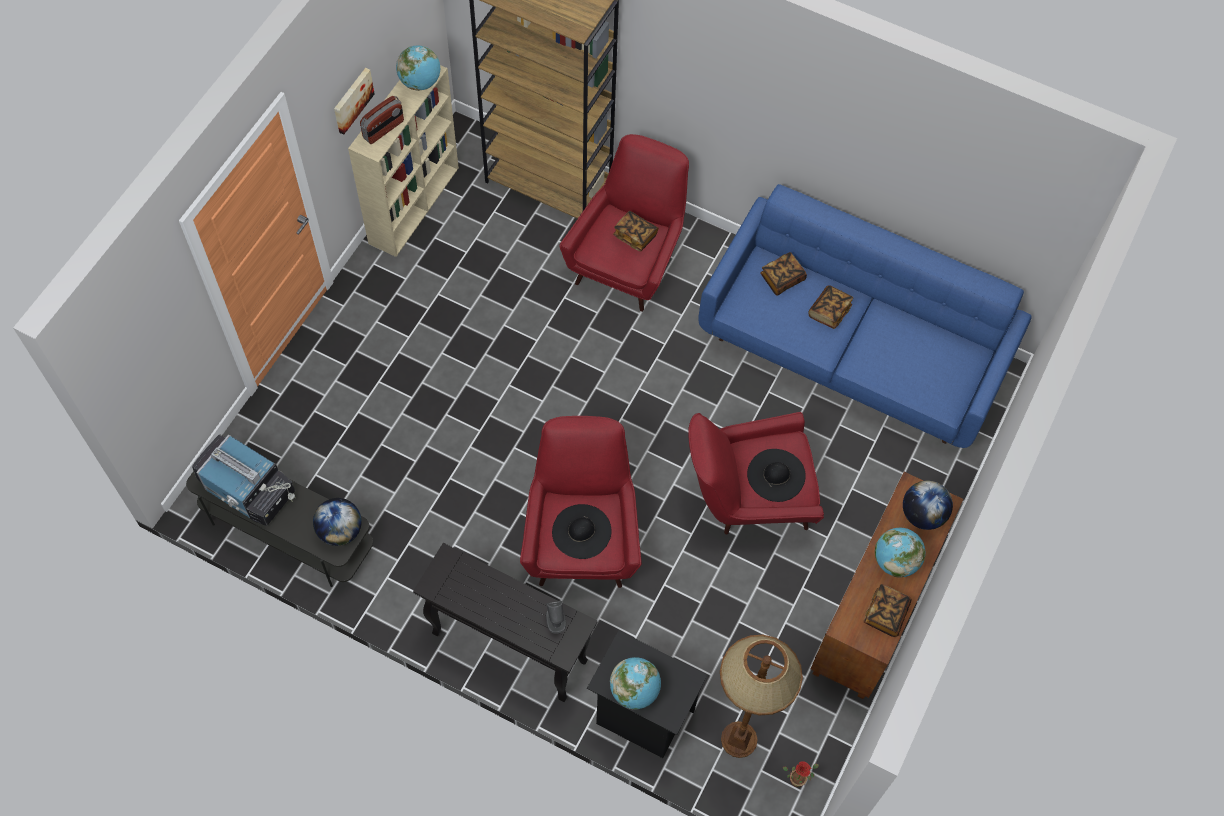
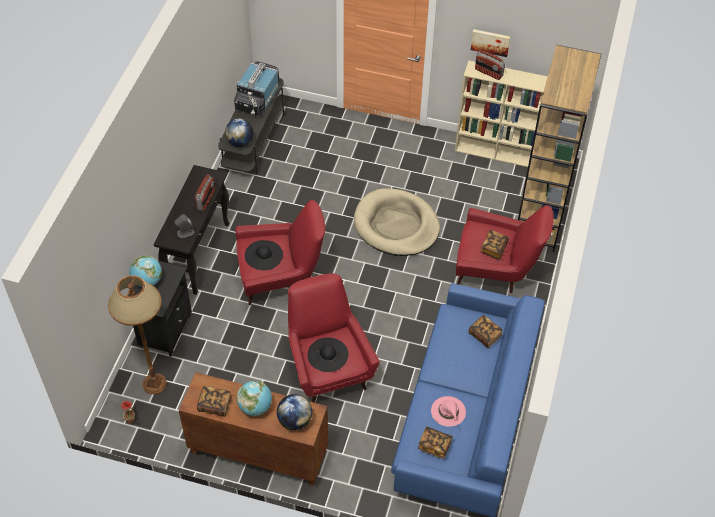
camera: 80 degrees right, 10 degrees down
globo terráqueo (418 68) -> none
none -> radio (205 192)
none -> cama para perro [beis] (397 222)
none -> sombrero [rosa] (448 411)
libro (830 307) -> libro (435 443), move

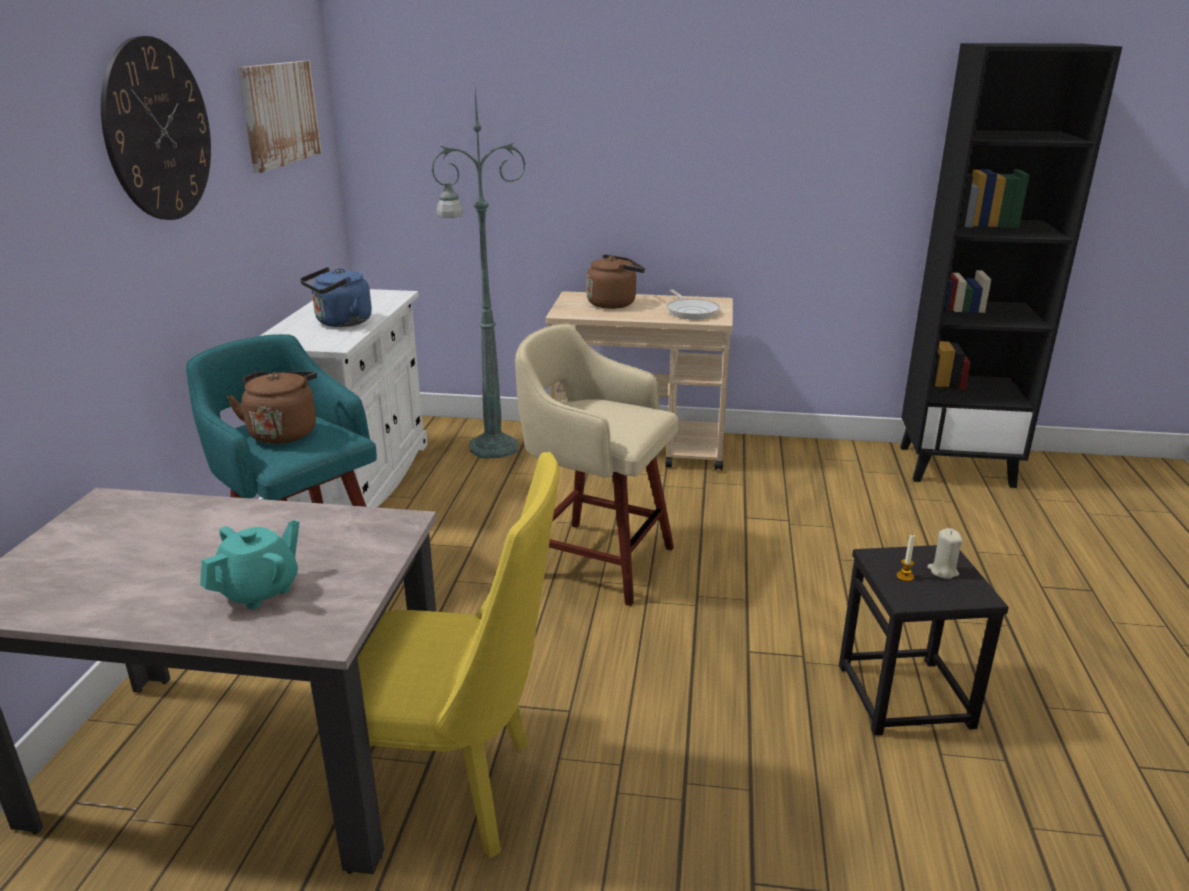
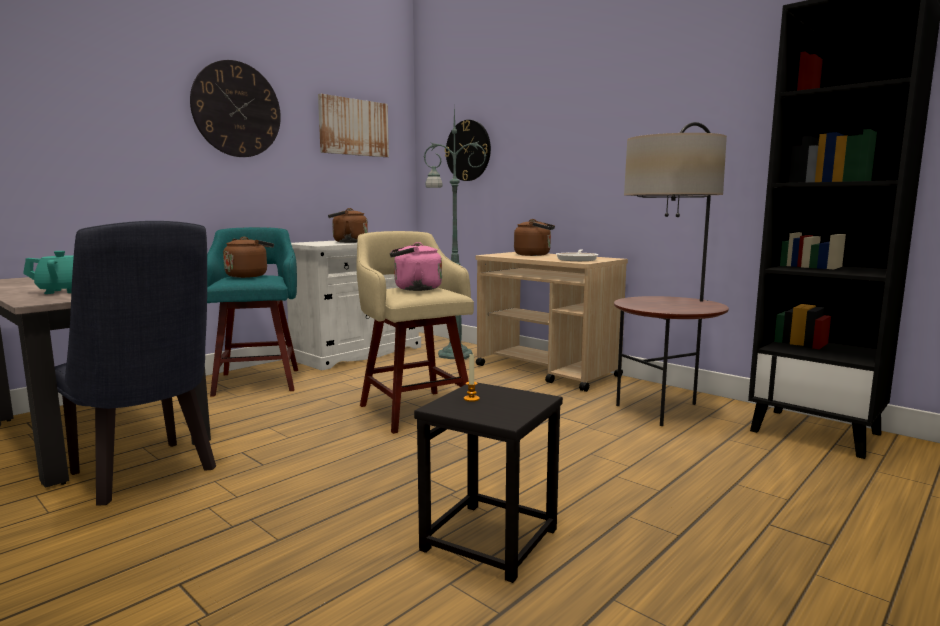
camera: 35 degrees right, 15 degrees down
vela [beis] (945 553) -> none
none -> hervidor [rosa] (416 266)
none -> reloj de pared (468 150)
none -> lámpara de pie (671 274)
hervidor [azul] (336 297) -> hervidor [marrón] (348 225)
silla [amarillo] (458 655) -> silla [azul] (135 363)

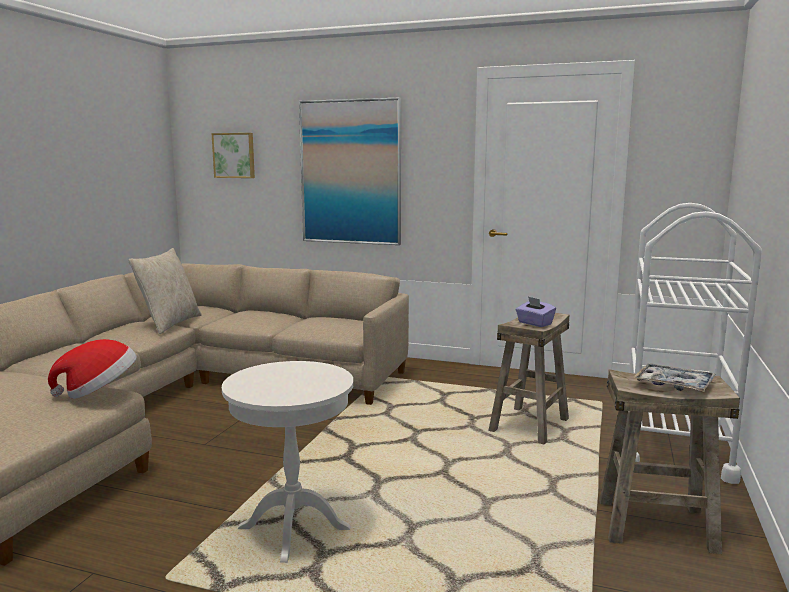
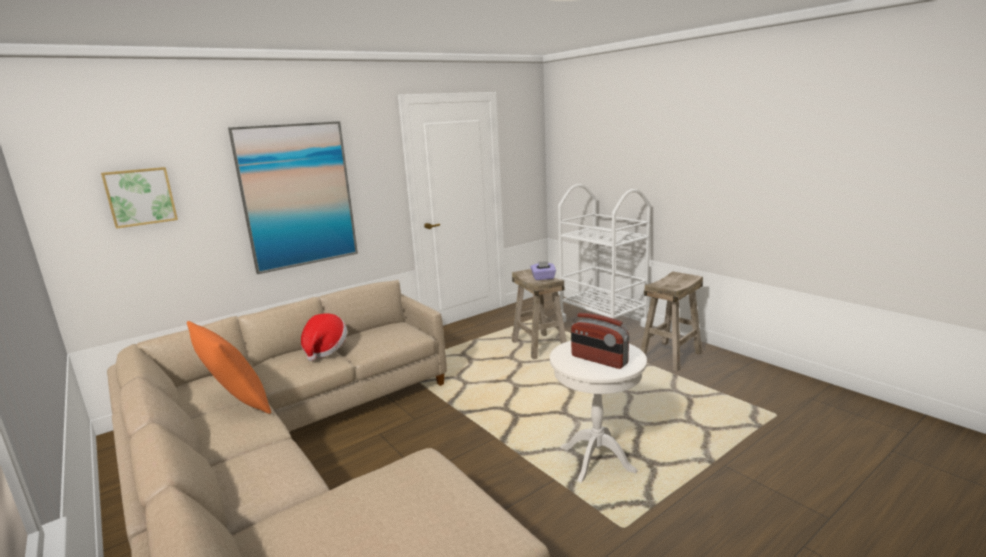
camera: 55 degrees left, 5 degrees up
bandeja (674 377) -> none
none -> radio (600 341)
sombrero (92 369) -> sombrero (324 337), move
cojín [beis] (165 291) -> cojín [naranja] (229 367)

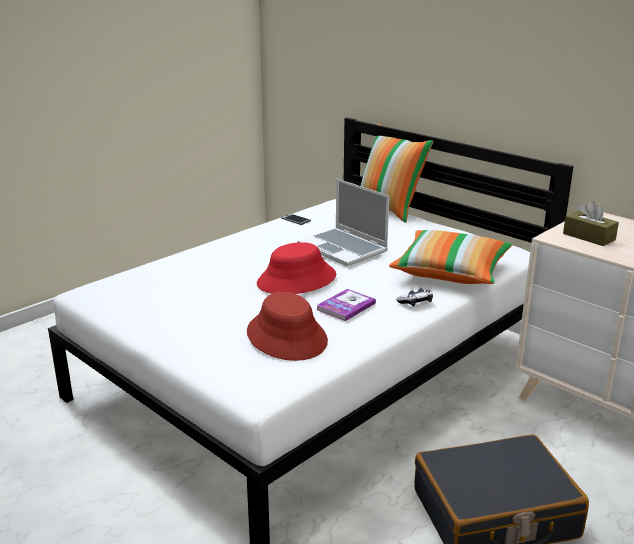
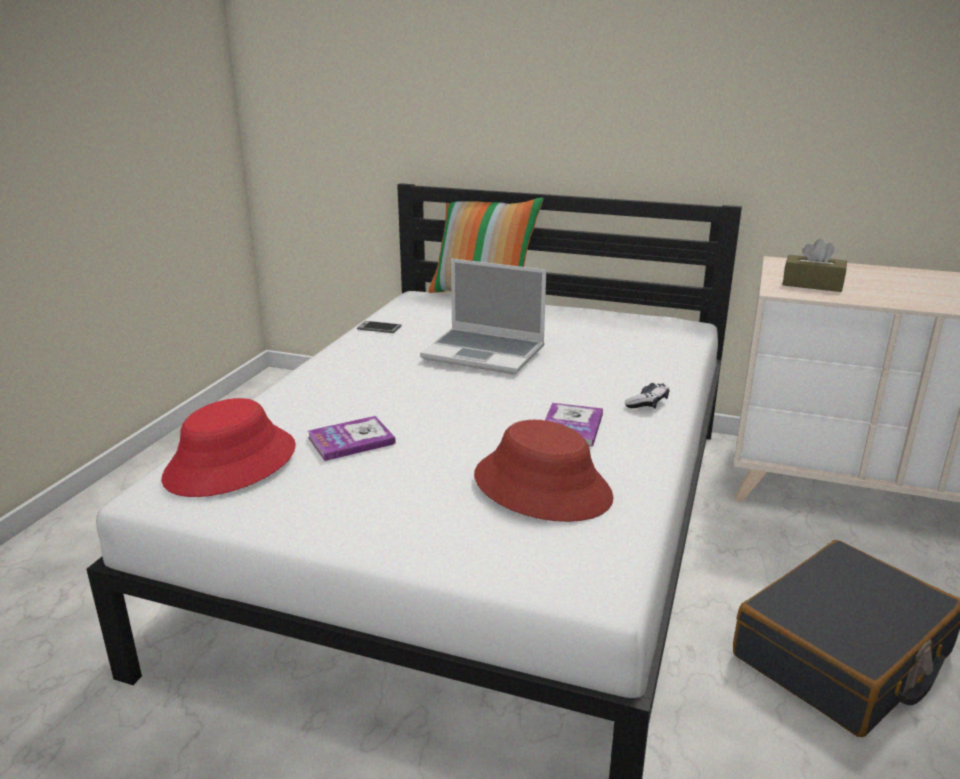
camera: 25 degrees left, 0 degrees up
cojín (450 257) -> none
none -> libro (352 438)
sombrero [rojo] (296 268) -> sombrero [rojo] (228 447), move

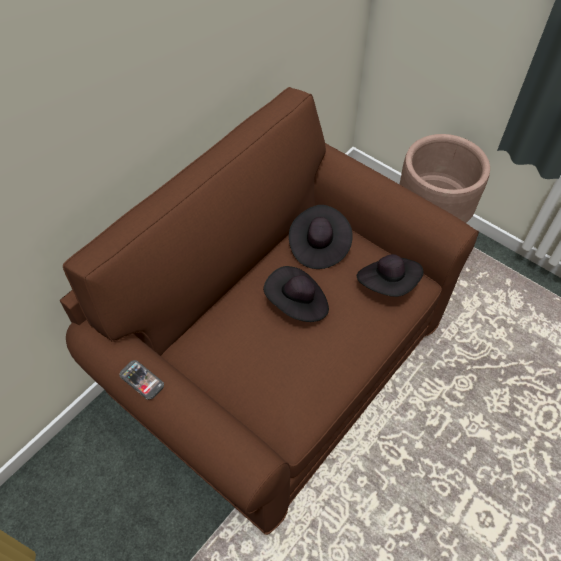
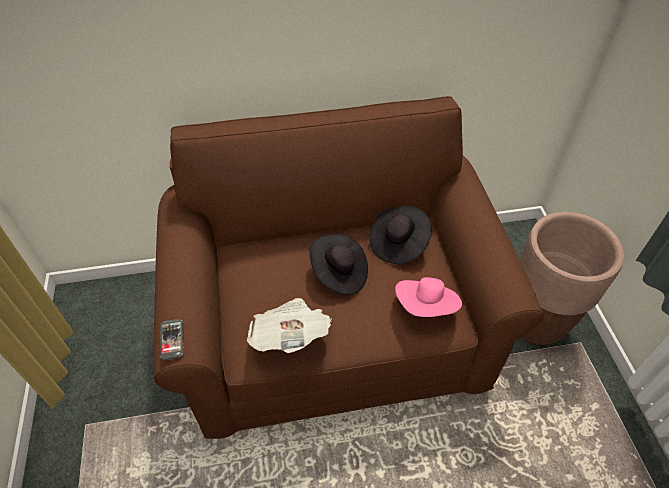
camera: 40 degrees right, 5 degrees down
none -> periódico (289 325)
móvil (142 380) -> móvil (172 339), move
sombrero [negro] (390 275) -> sombrero [rosa] (428 297)

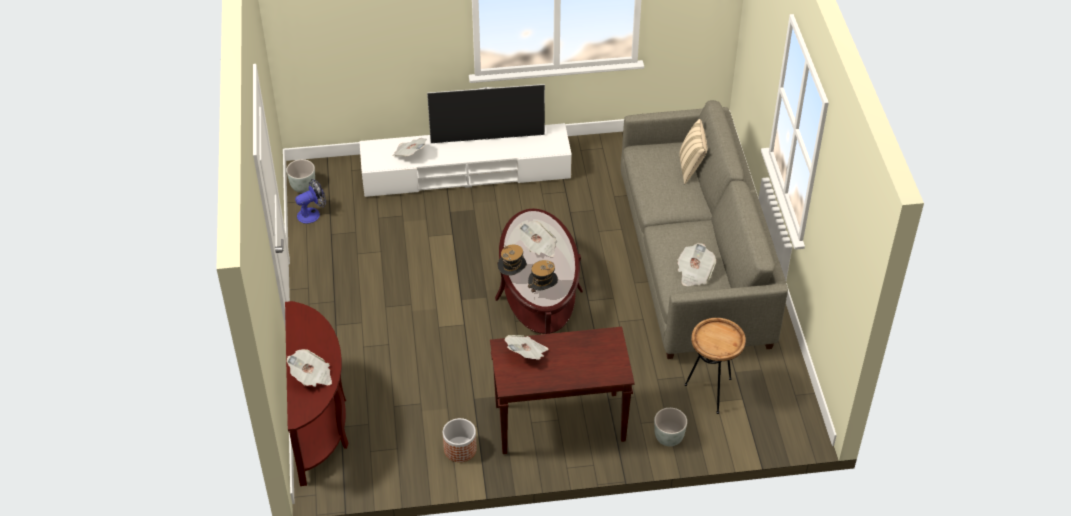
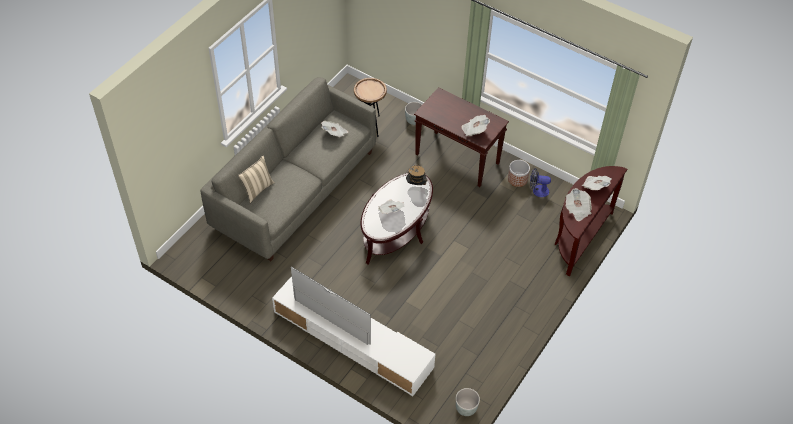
camera: 140 degrees left, 5 degrees up
sombrero (512 260) -> none
ventilador (310 201) -> ventilador (540 182), move
periódico (410 147) -> periódico (579 204), move

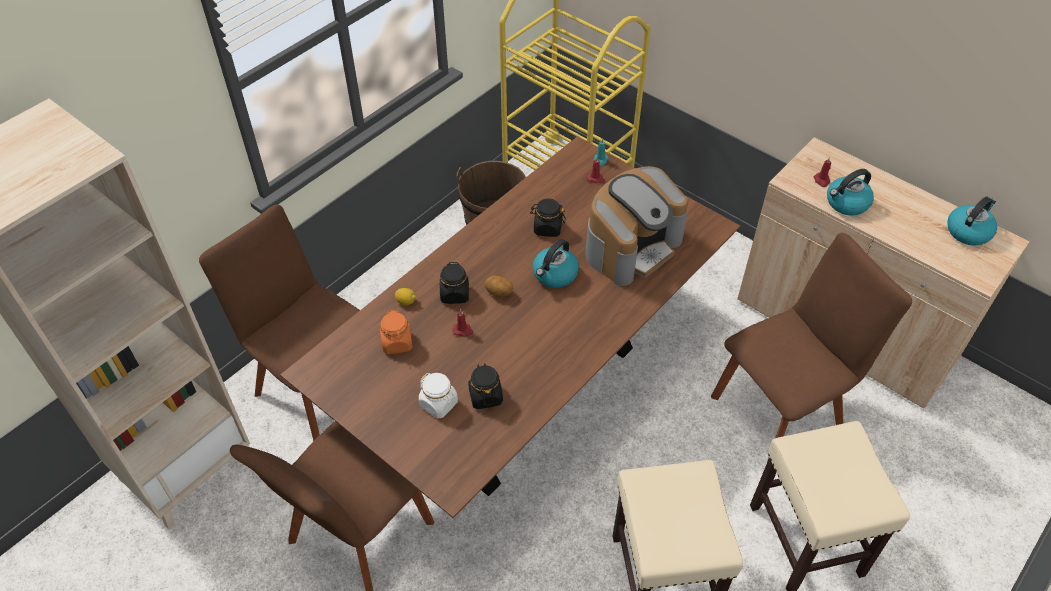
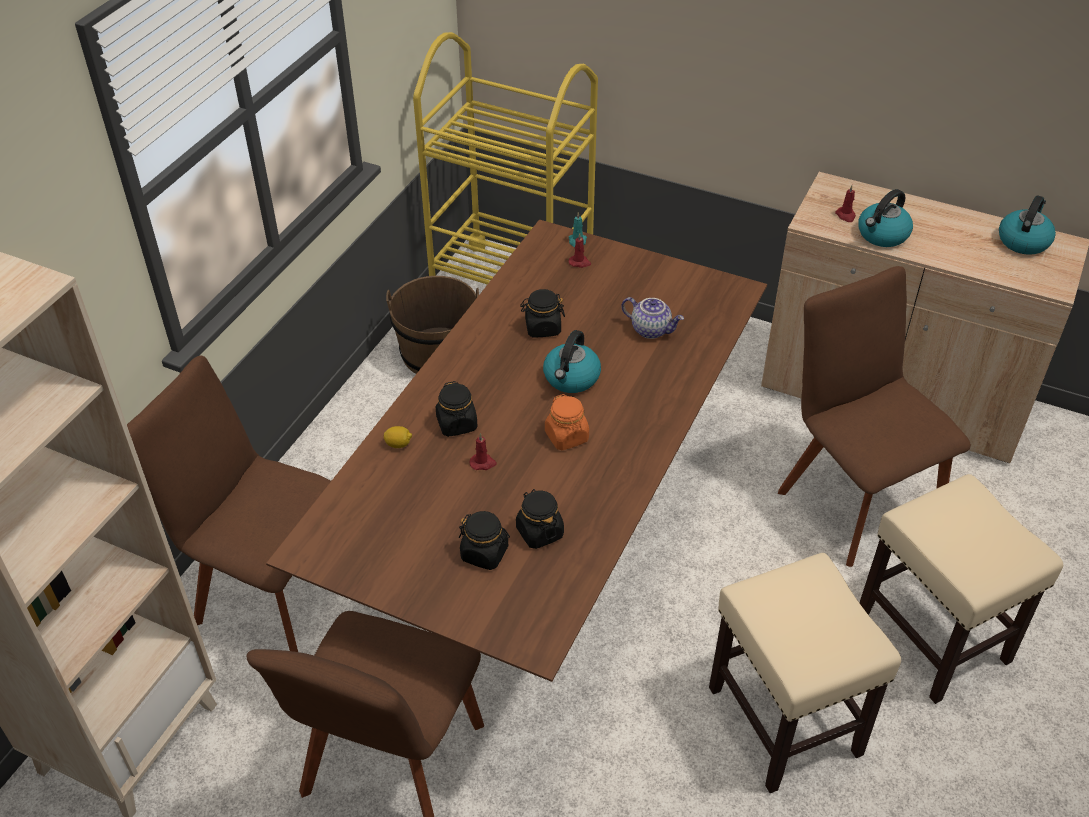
camera: 15 degrees left, 5 degrees down
patata (498 286) -> none
tarro [naranja] (396 332) -> tarro [naranja] (567 422), move
cafetera (637 226) -> tetera (652 318)
tarro [blanco] (438 395) -> tarro [negro] (484 540)
silla [marrón] (811 347) -> silla [marrón] (874 416), 75 degrees counterclockwise

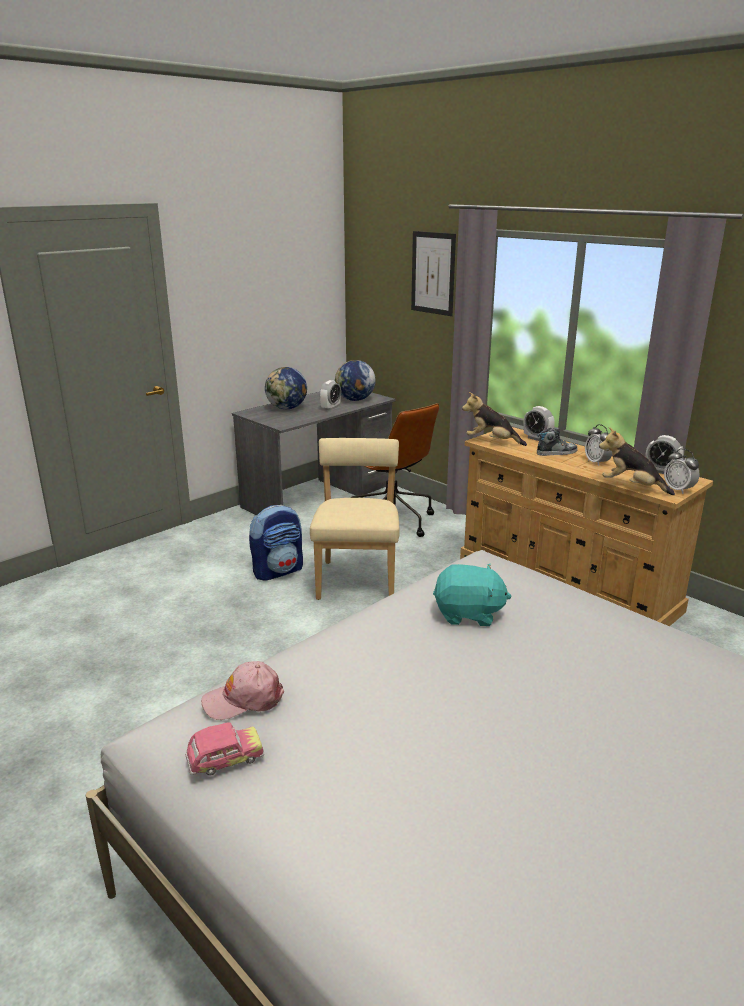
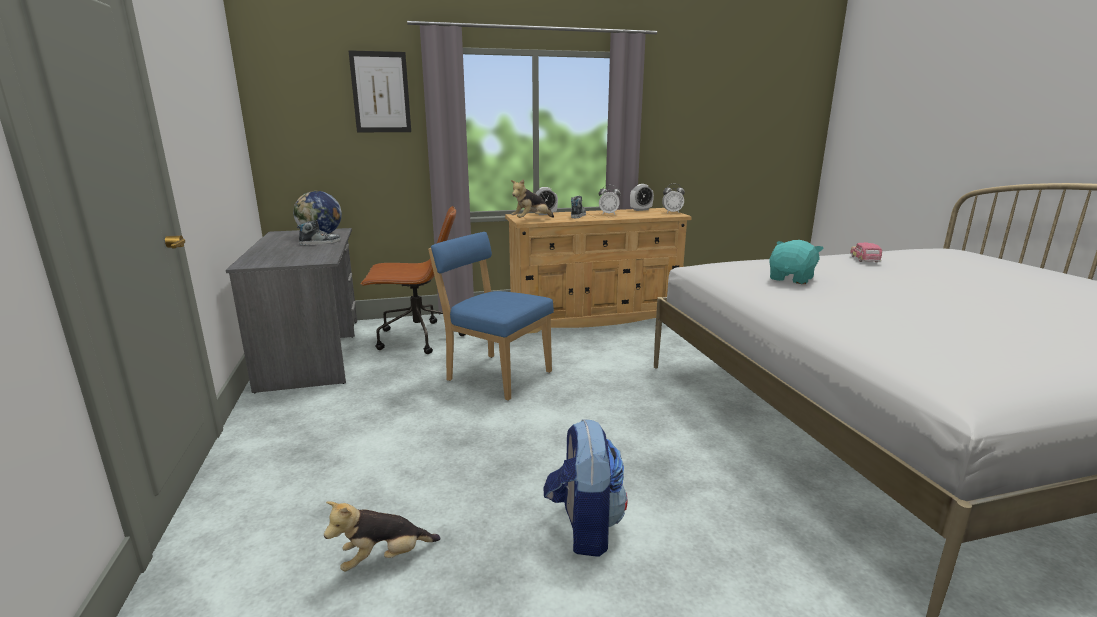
camera: 60 degrees left, 5 degrees down
gorra [rosa] (242 690) -> none
globo terráqueo (286 388) -> none
coche de juguete (224 749) -> coche de juguete (866 252), move
mochila (276 543) -> mochila (585 488), move
peluche (637 461) -> peluche (382 536), move
despertador (330 395) -> zapato (319 232)
silla [beis] (355 519) -> silla [azul] (491 316)

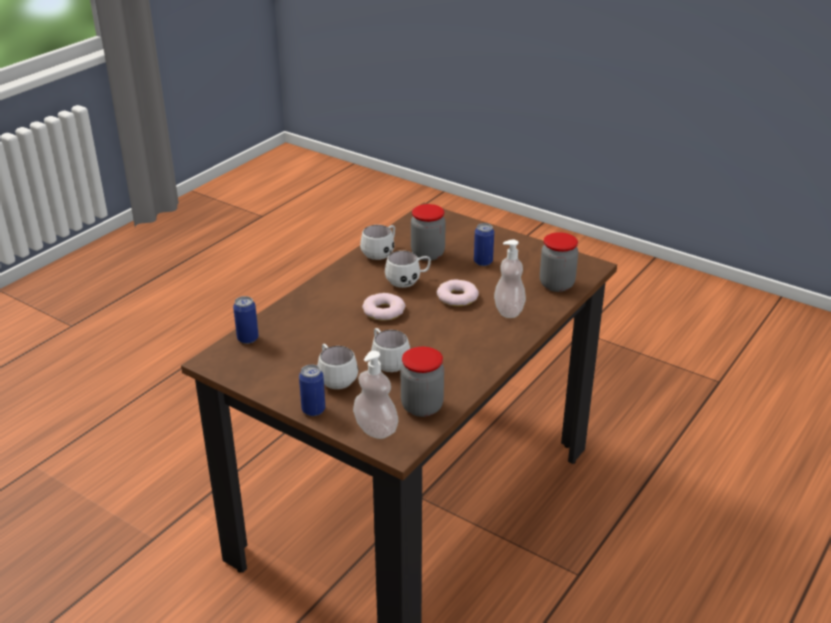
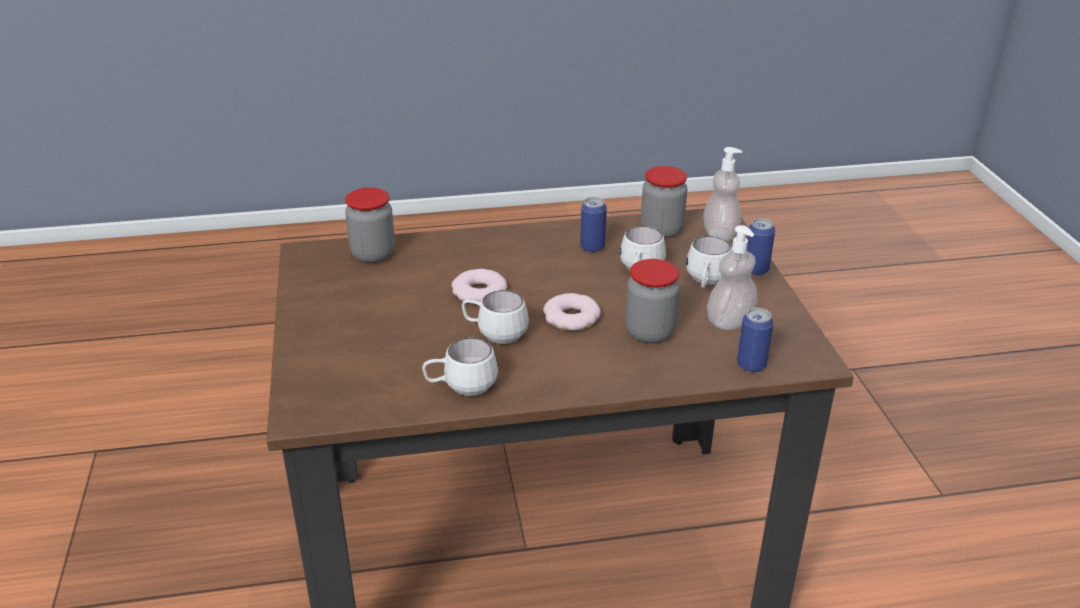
camera: 135 degrees left, 0 degrees up
tarro (428 232) -> tarro (652 301), move
lata (484 244) -> lata (593 225), move
dispensador de jabón (510 278) -> dispensador de jabón (732 277), move

